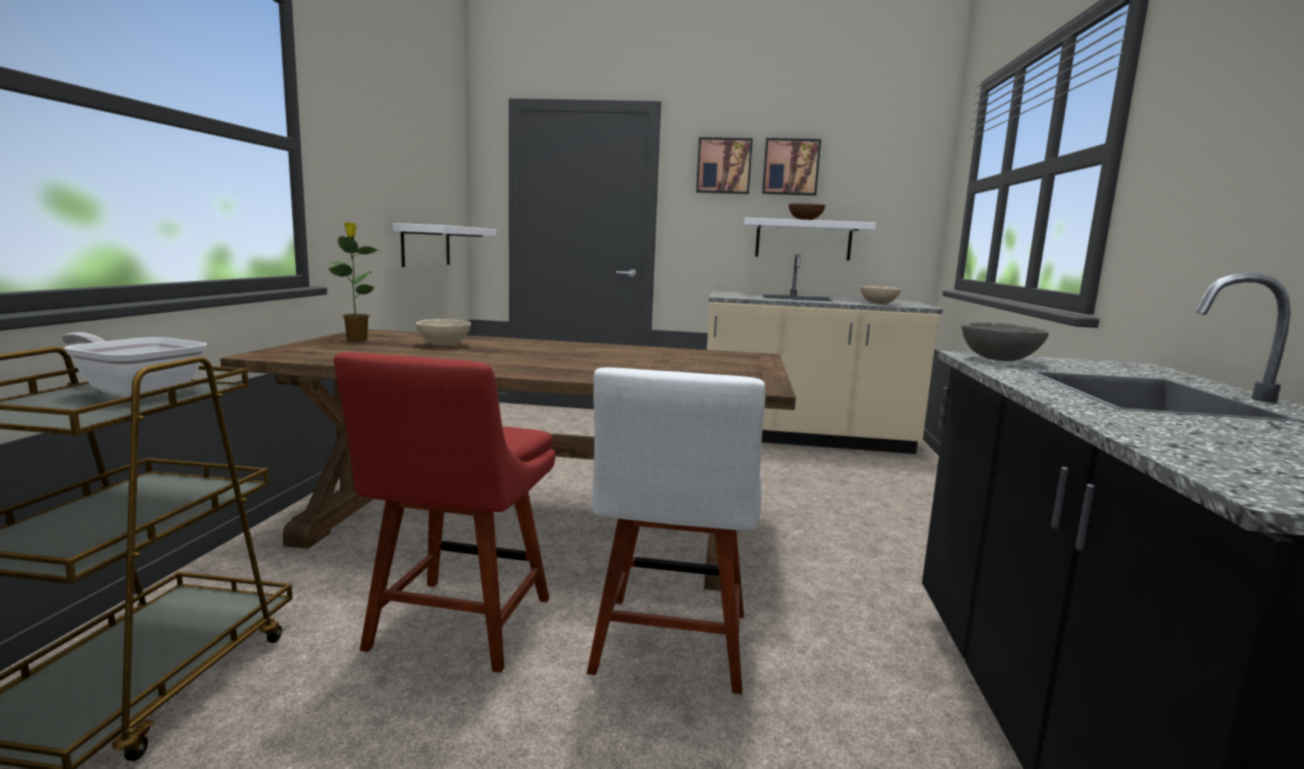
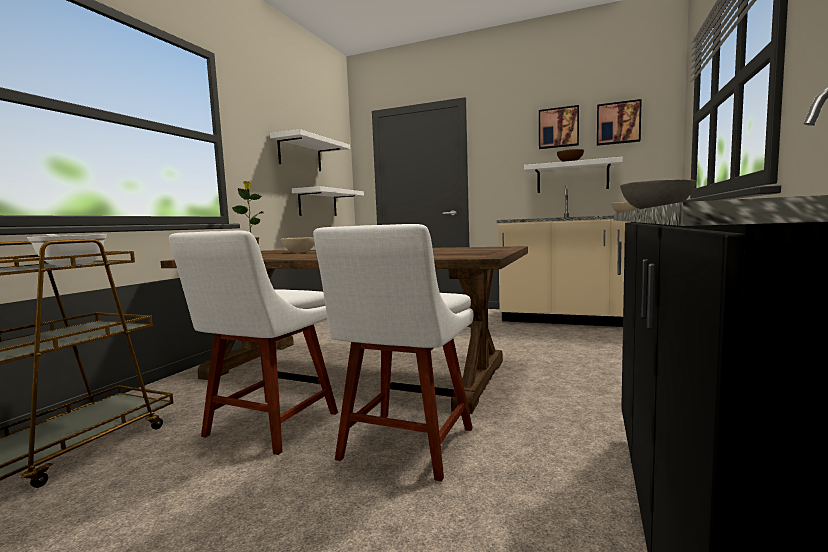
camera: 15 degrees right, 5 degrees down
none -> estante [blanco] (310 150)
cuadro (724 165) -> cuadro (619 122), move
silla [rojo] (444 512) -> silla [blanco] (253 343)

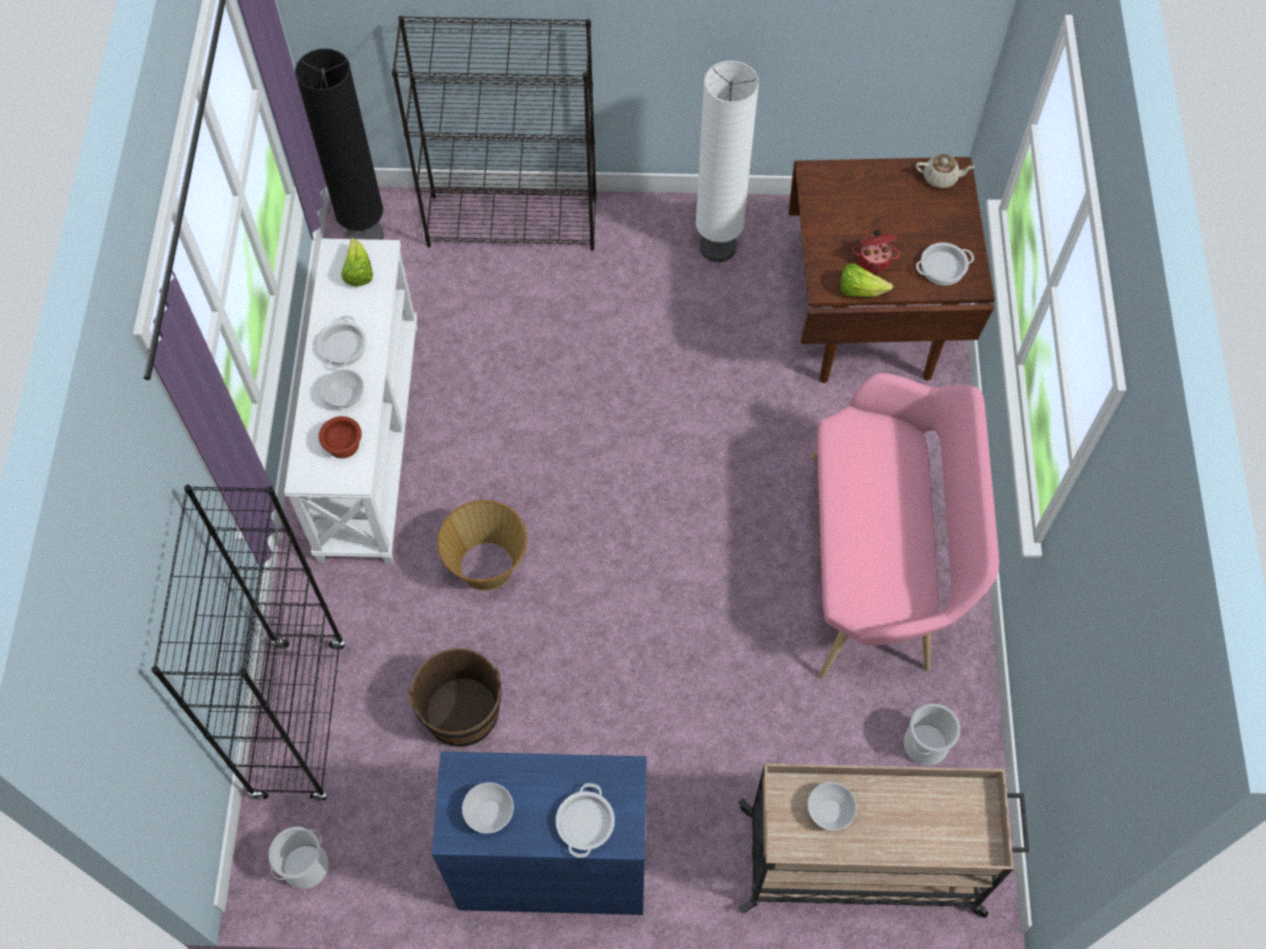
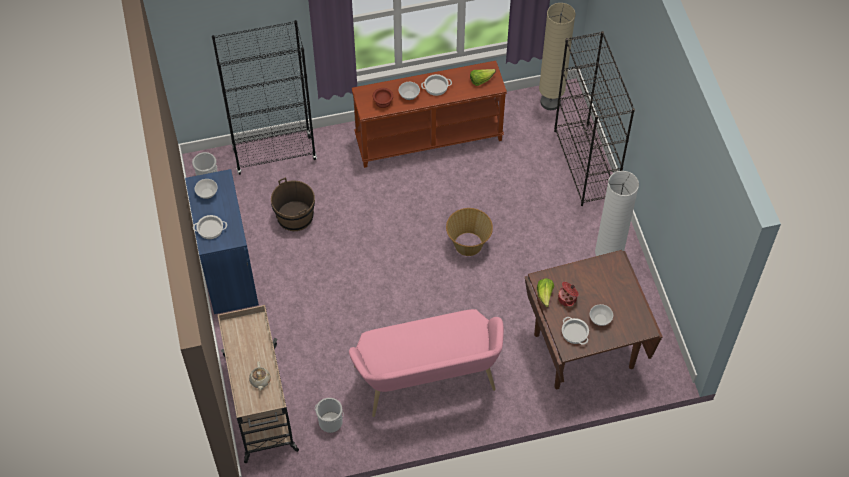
camera: 75 degrees right, 5 degrees down
cesta (482 545) -> cesta (469 232), move
cuenco (832 806) -> cuenco (601 315), move
tetera [beis] (945 171) -> tetera [beis] (260 376), move
mesa consola [blanco] (351 401) -> mesa consola [marrón] (429 114)
lámpara de pie [negro] (339 144) -> lámpara de pie [beis] (557 56)

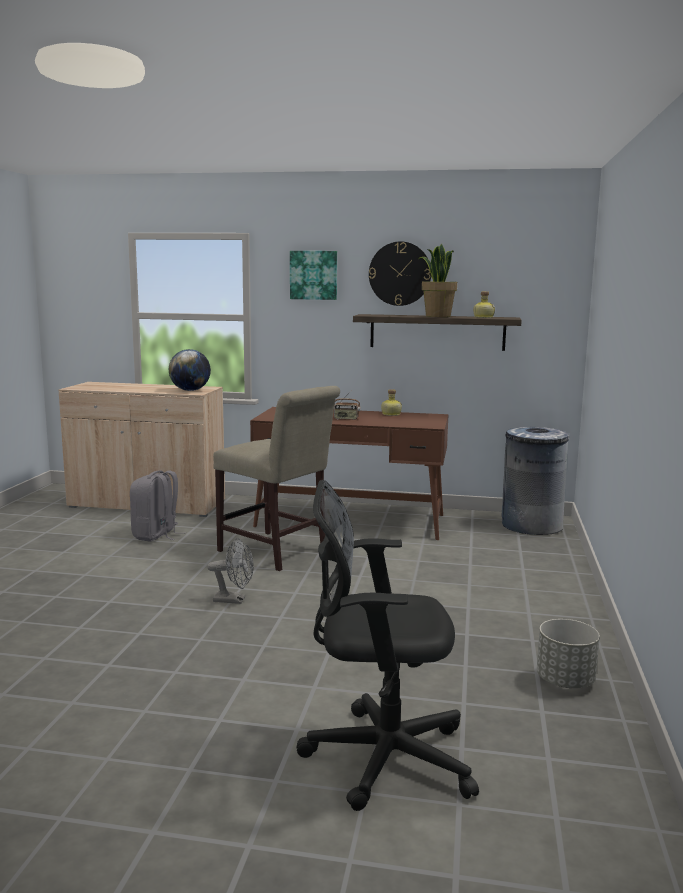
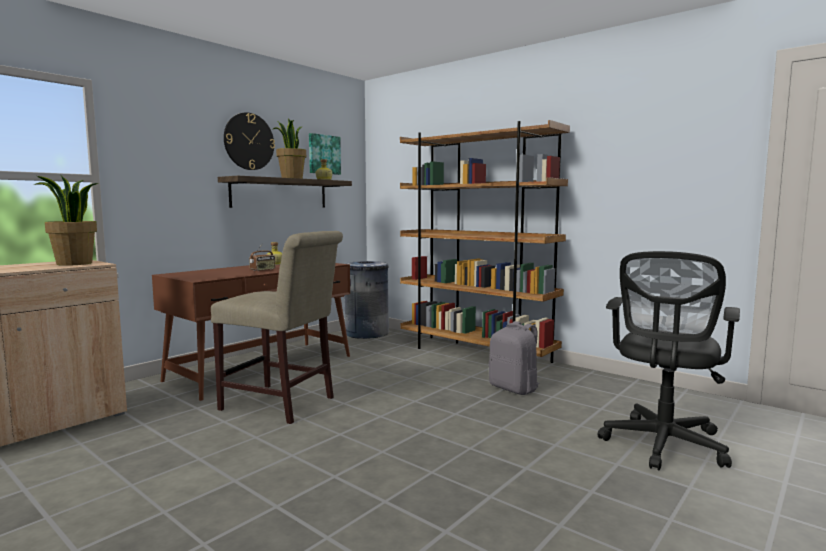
camera: 60 degrees left, 5 degrees down
ventilador [gris] (230 571) -> none
maceta [gris] (568 653) -> none
none -> estantería [marrón] (485 241)
mochila [gris] (158 506) -> mochila [gris] (514 358), move
cuadro (313 275) -> cuadro (325 154), move
globo terráqueo (190 370) -> planta en maceta (66 221)
silla [beis] (276 478) -> silla [beis] (277 327), 45 degrees clockwise

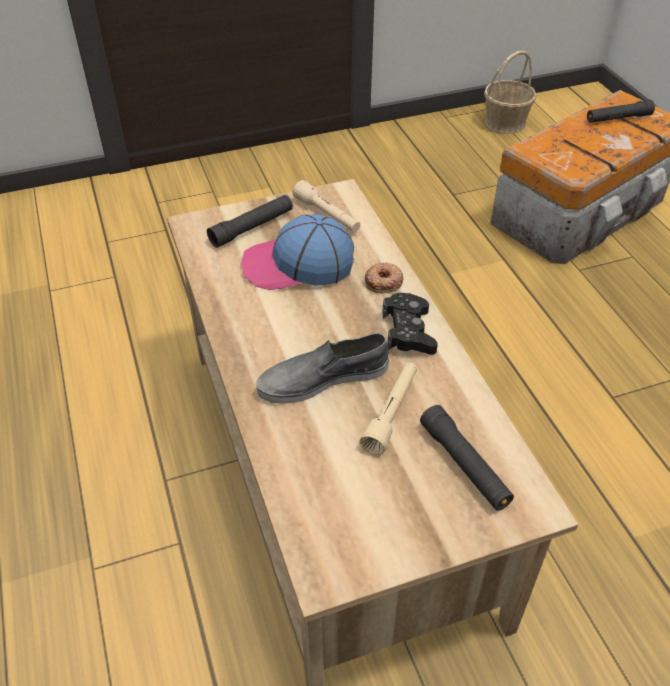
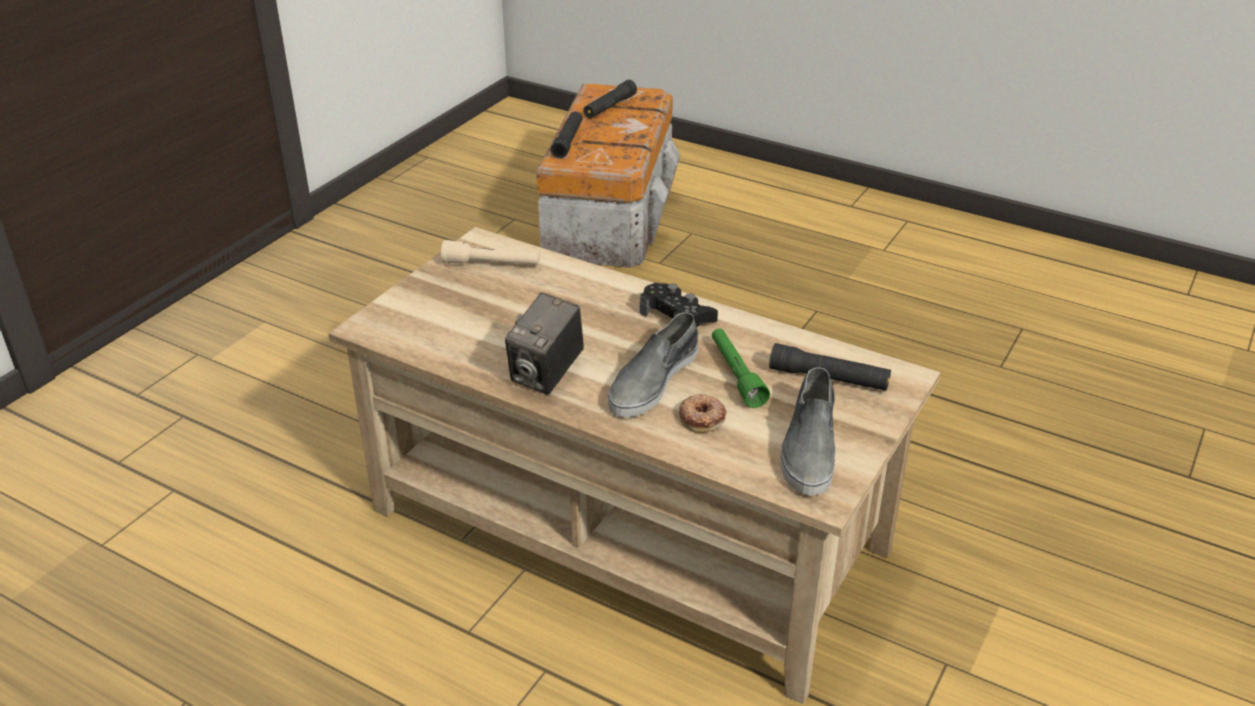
camera: 40 degrees left, 10 degrees down
gorra (297 252) -> none
cesta (510 92) -> none
none -> cámara (544 343)
none -> zapato [gris] (807 431)
linterna [negro] (250 221) -> linterna [negro] (566 135), move
rosquilla (384 278) -> rosquilla (703 413), move
linterna [beis] (388 409) -> linterna [verde] (741 368)

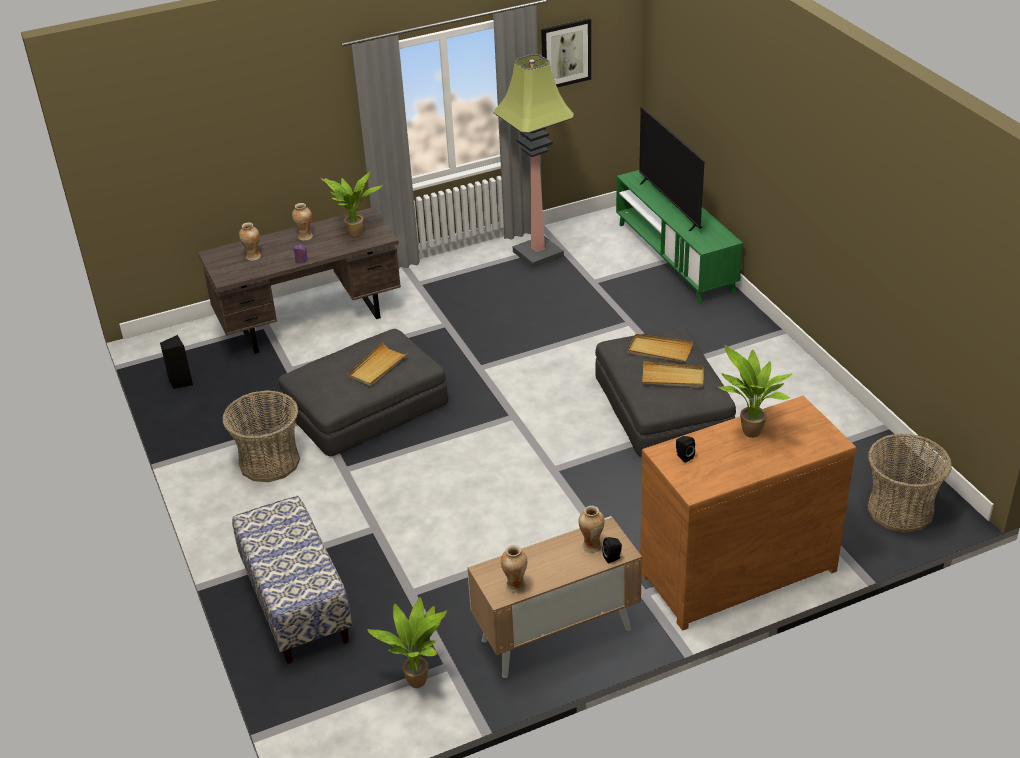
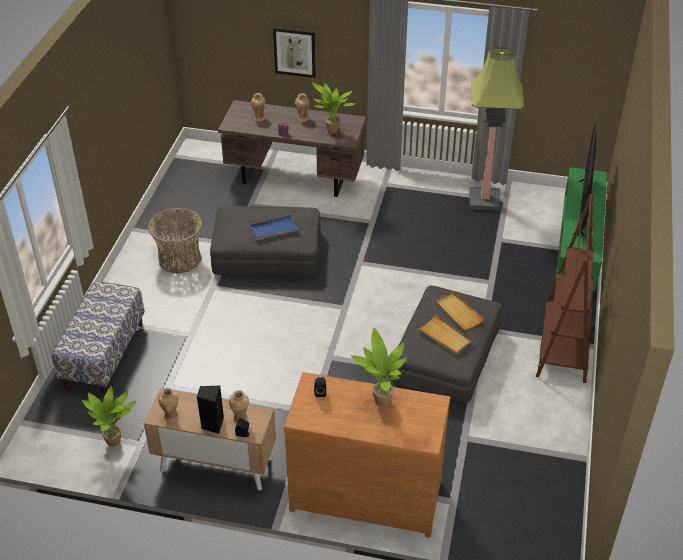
camera: 35 degrees right, 5 degrees up
cesta (909 483) -> none
none -> estantería [marrón] (565 288)
altavoz [negro] (176 362) -> altavoz [negro] (210 409), move
cuadro (566 52) -> cuadro (294 52), move
bandeja [beis] (378 364) -> bandeja [azul] (274 227)

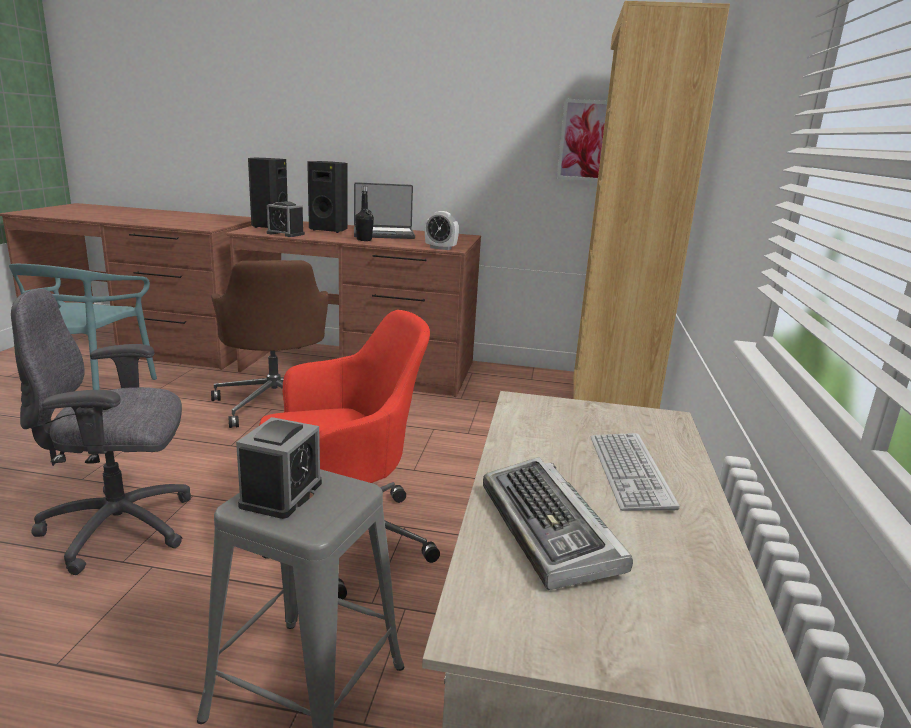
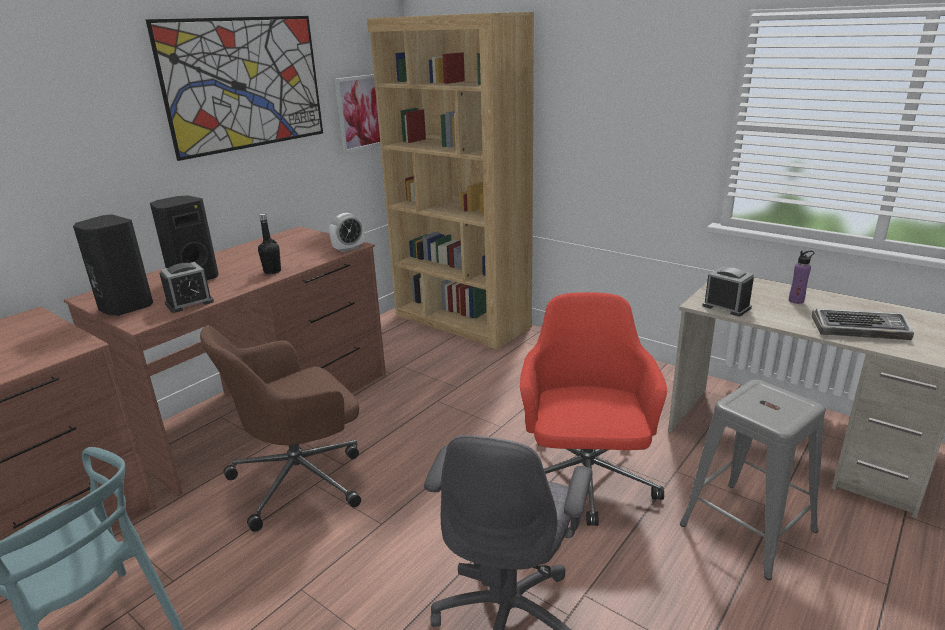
camera: 60 degrees left, 5 degrees up
portátil (384 210) -> none
none -> cuadro (234 88)
despertador (279 468) -> despertador (728 291), move
teclado (635 472) -> botella [morado] (801 277)
silla de oficina [marrón] (269 344) -> silla de oficina [marrón] (280 429), 135 degrees clockwise

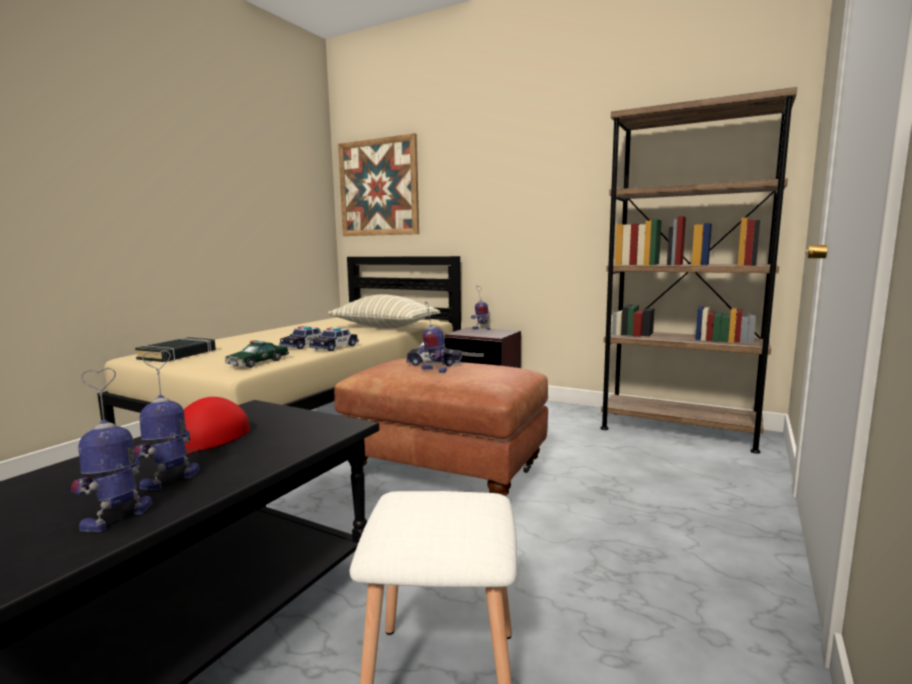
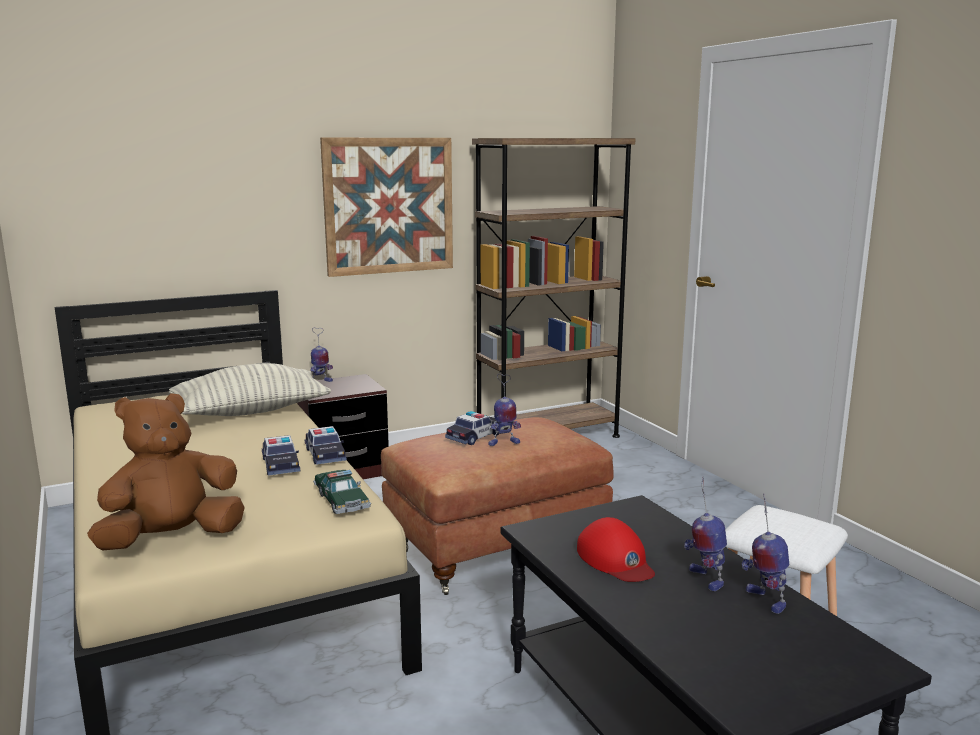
camera: 55 degrees left, 5 degrees up
cuadro (378 184) -> cuadro (386 207), move
libro [negro] (175 349) -> peluche [marrón] (166 472)

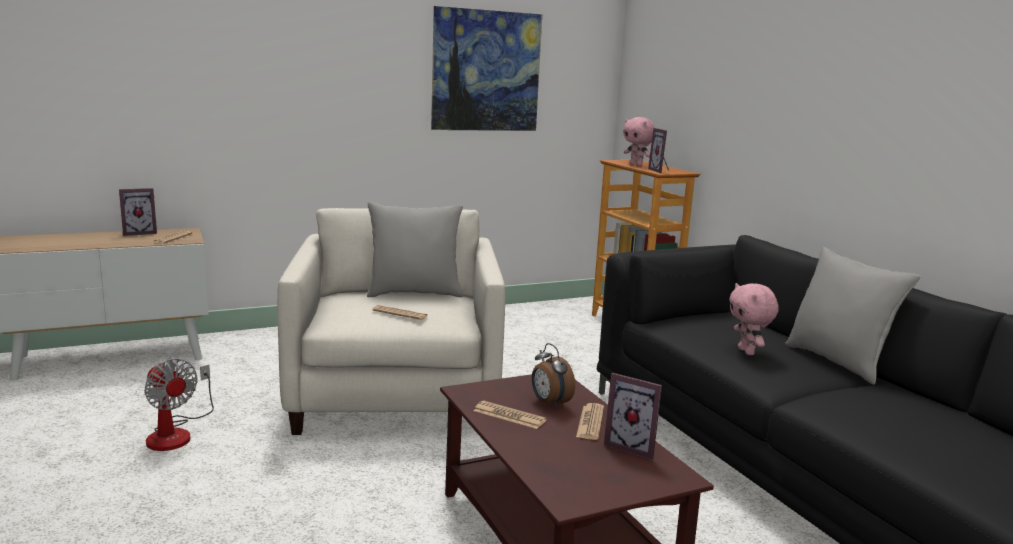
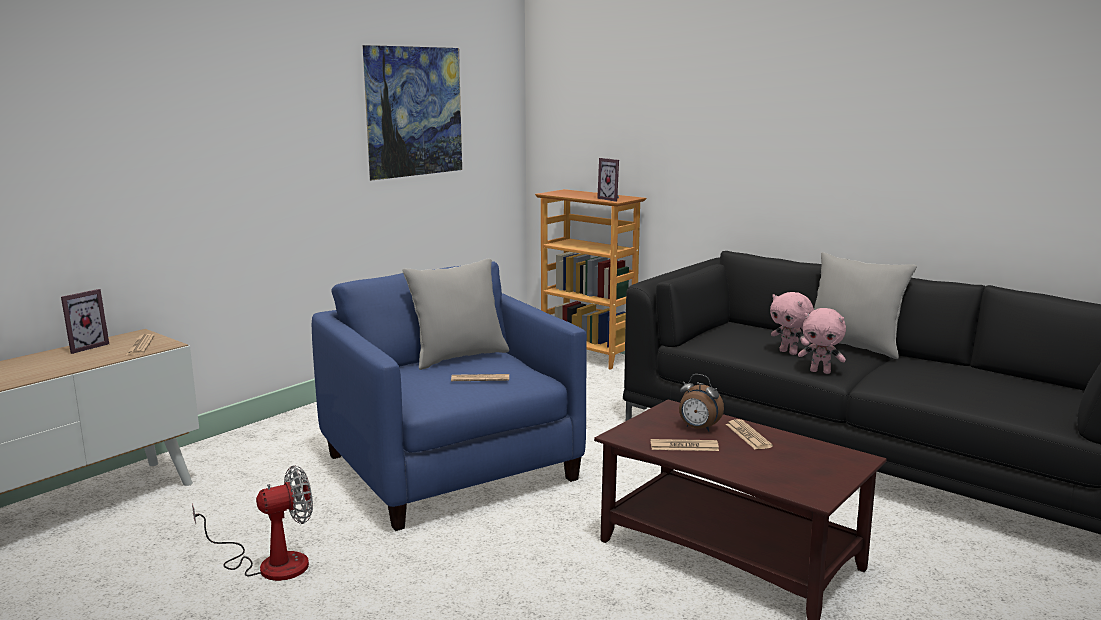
camera: 25 degrees left, 0 degrees up
portarretratos (633 416) -> none
peluche [rosa] (639 141) -> peluche [rosa] (822 341), move
sillón [beis] (391 321) -> sillón [azul] (449 396)
ventilador (179 405) -> ventilador (252 523), 45 degrees counterclockwise

